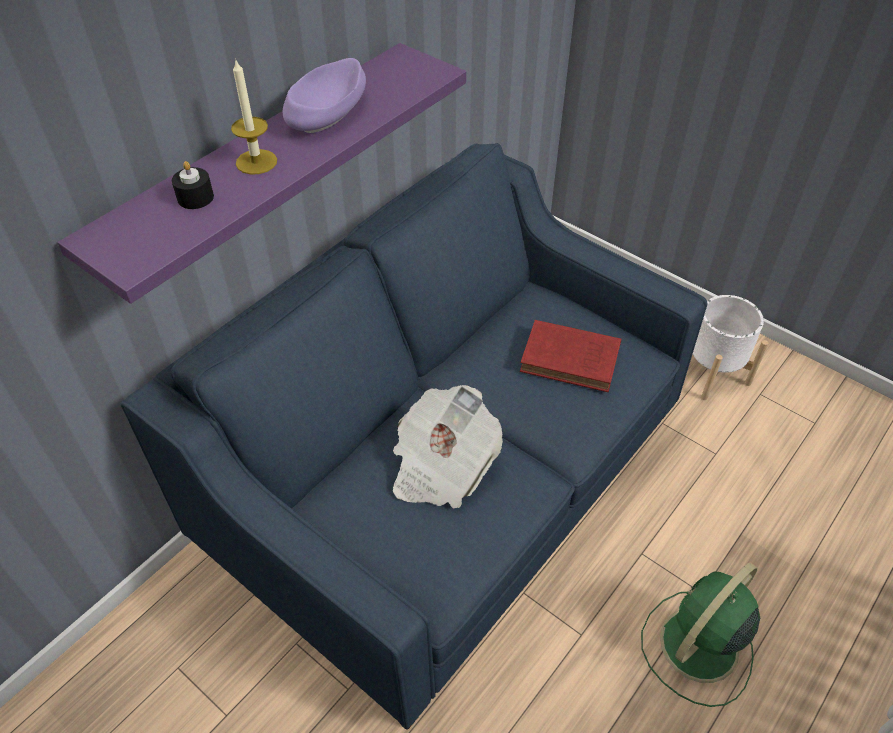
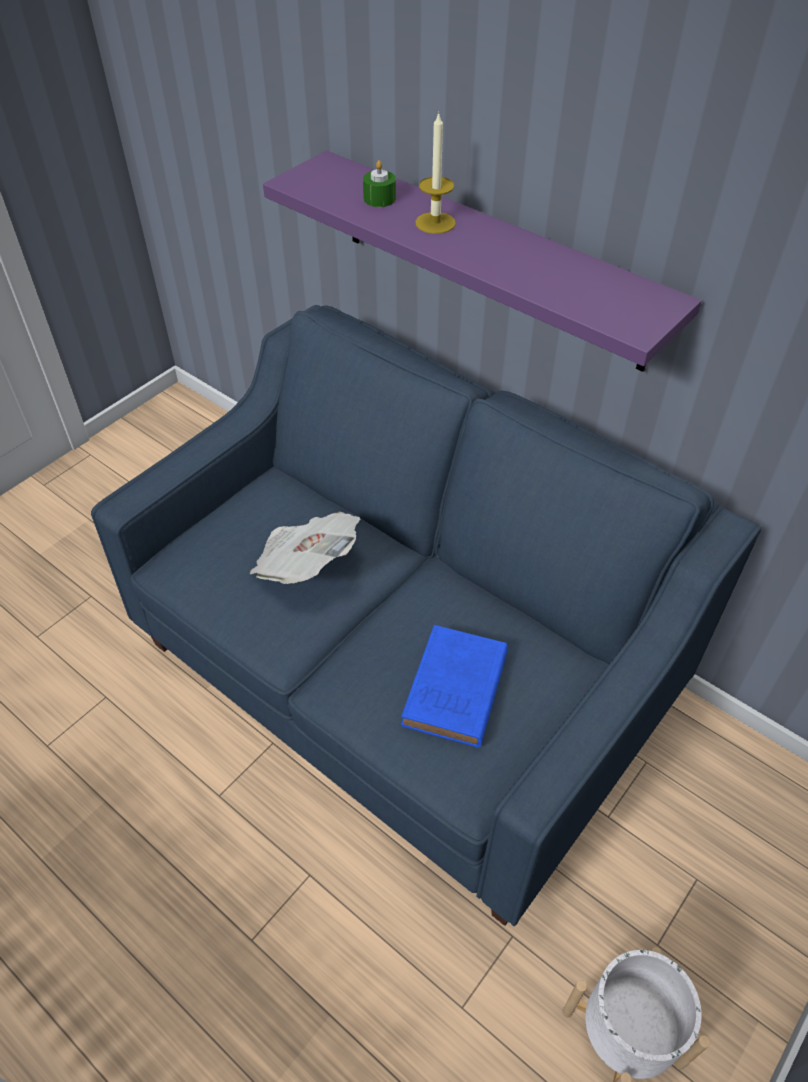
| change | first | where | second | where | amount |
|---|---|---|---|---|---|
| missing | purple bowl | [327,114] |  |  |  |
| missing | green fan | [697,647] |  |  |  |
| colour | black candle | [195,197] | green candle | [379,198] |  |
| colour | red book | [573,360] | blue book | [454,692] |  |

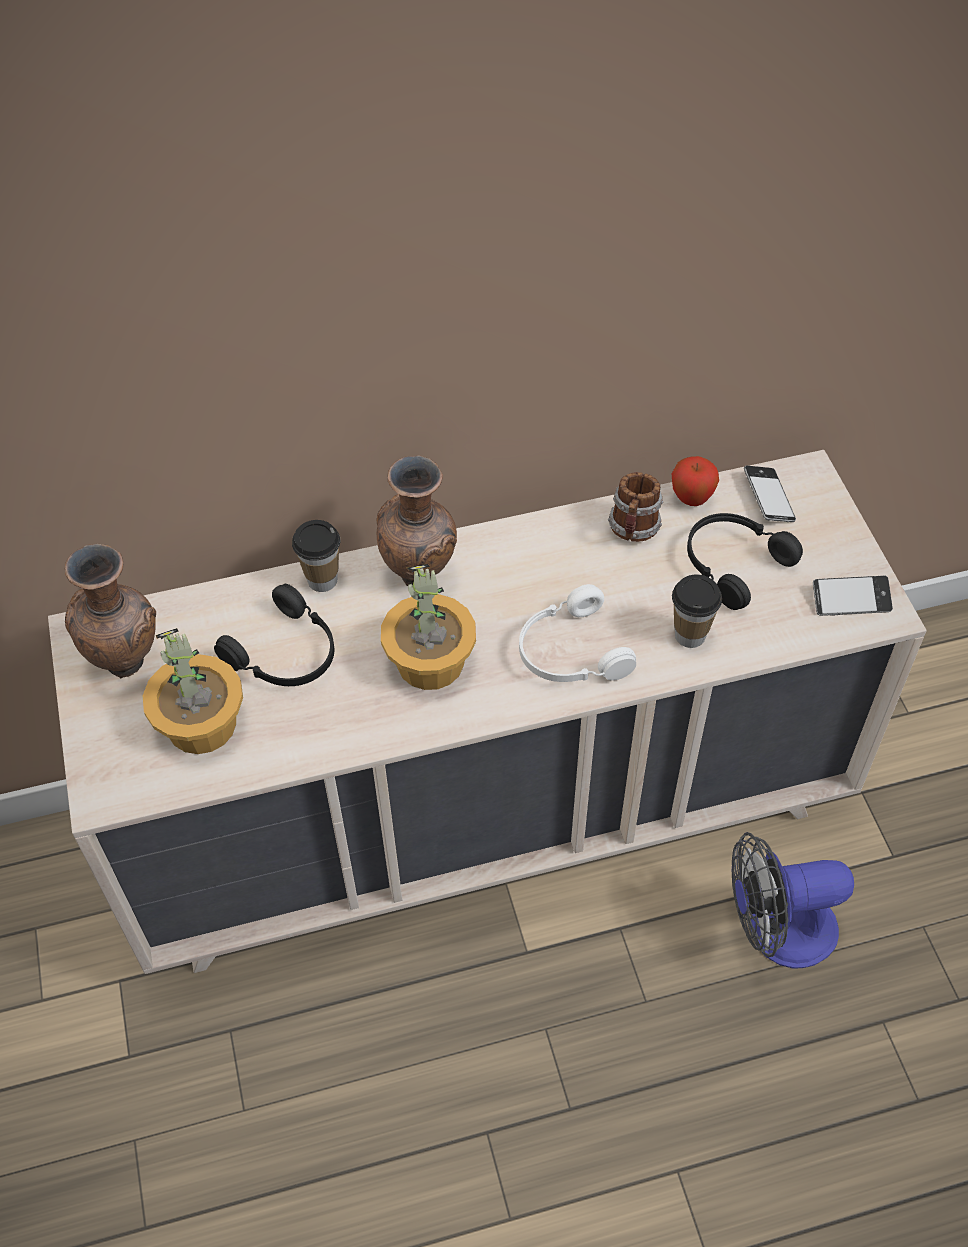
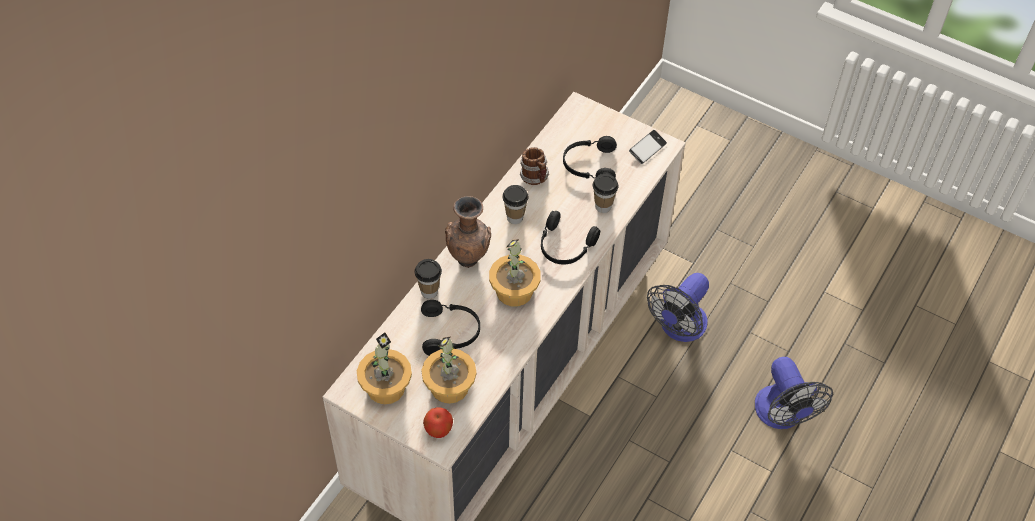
| change | first | where | second | where | amount |
|---|---|---|---|---|---|
| missing | phone | [768,498] |  |  |  |
| appeared |  |  | cup | [515,217] |  |
| appeared |  |  | fan | [782,415] |  |
| relocated | apple | [691,499] |  | [438,431] |  |
| exchanged | brown vase | [128,661] | potted plant | [385,387] |  |
| colour | white headphones | [570,652] | black headphones | [565,247] |  |

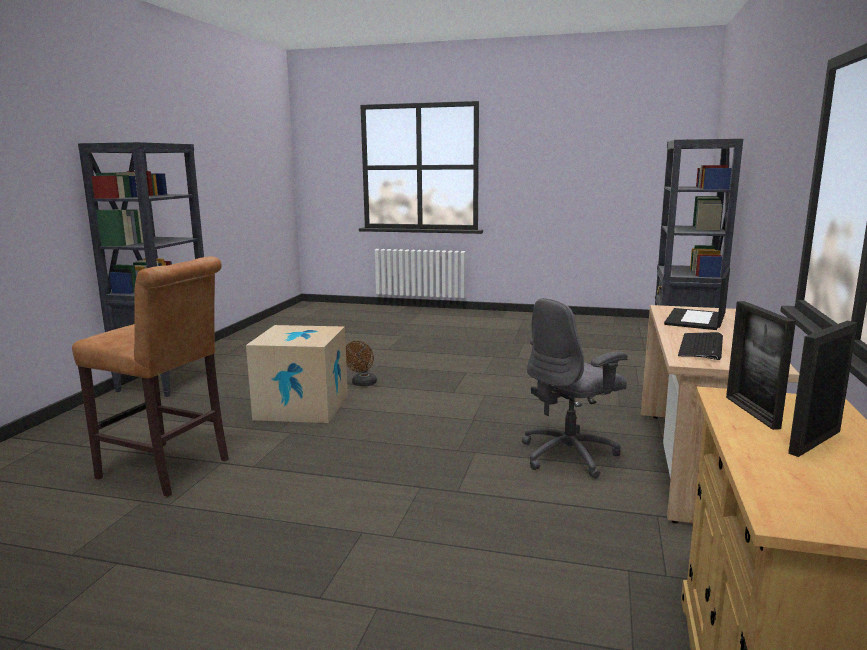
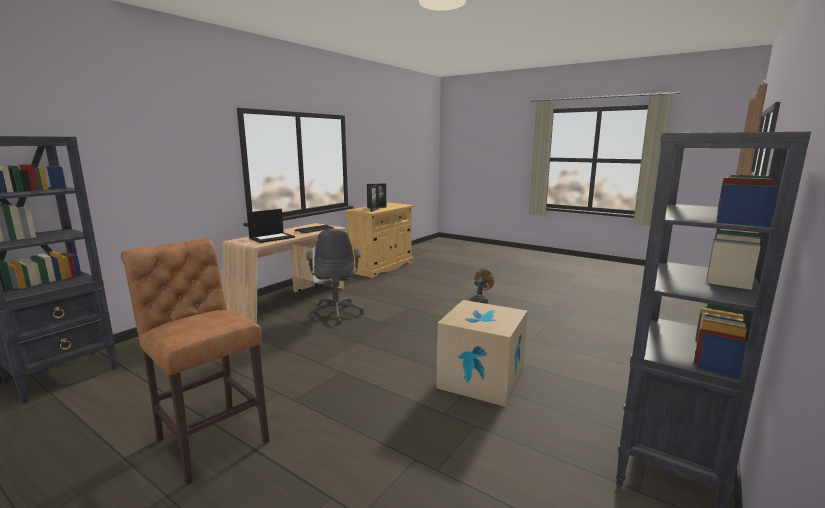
| change | first | where | second | where | amount |
|---|---|---|---|---|---|
| relocated | brown stool | [169,470] |  | [210,438] |  |
| relocated | brown fan | [362,384] |  | [480,301] |  |
| spun | grey office chair | [570,455] |  | [336,313] | 90 degrees clockwise |

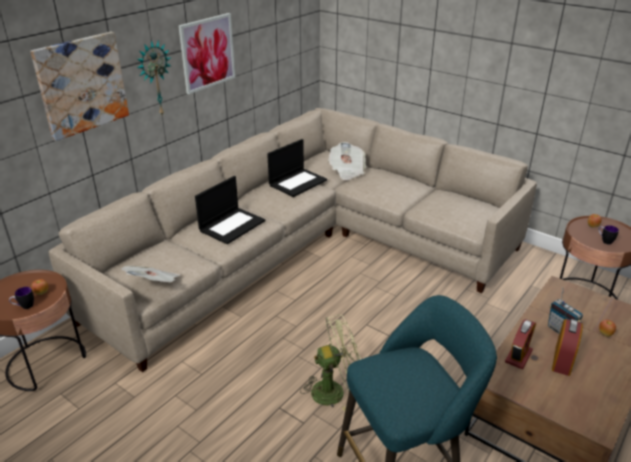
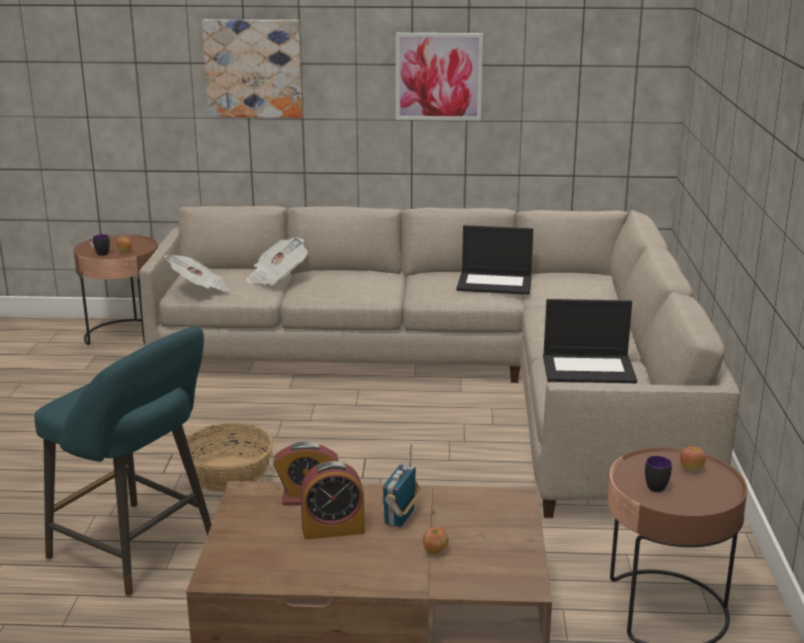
| change | first | where | second | where | amount |
|---|---|---|---|---|---|
| missing | wall clock | [154,79] |  |  |  |
| relocated | laptop | [232,225] |  | [589,368] |  |
| relocated | newspaper | [347,171] |  | [277,277] |  |
| exchanged | green fan | [334,390] | basket | [228,474] |  |

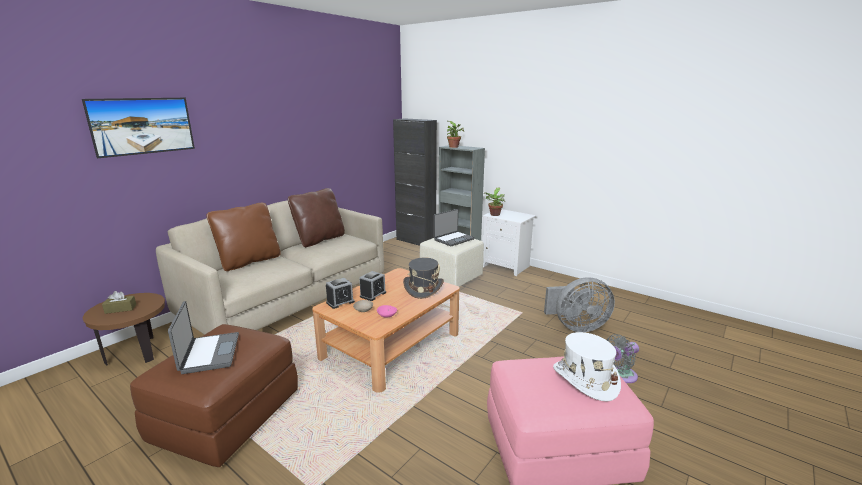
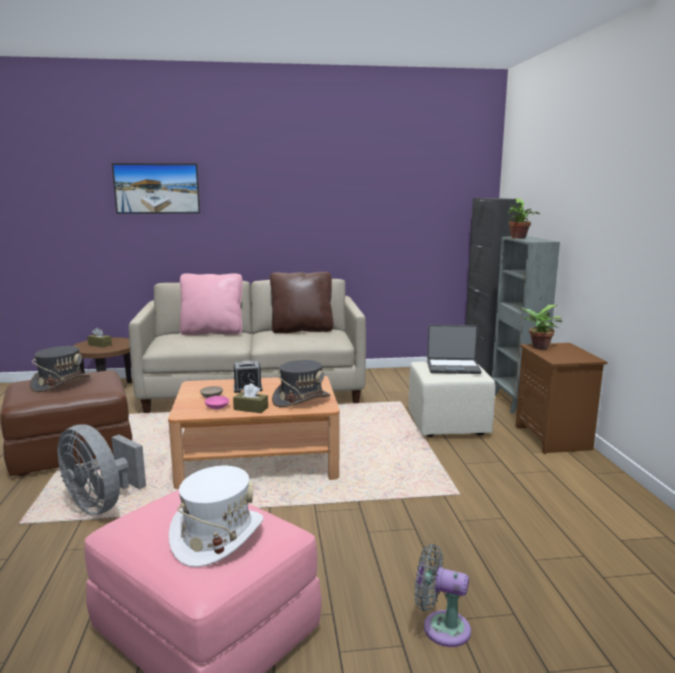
| change | first | where | second | where | amount |
|---|---|---|---|---|---|
| missing | alarm clock | [340,302] |  |  |  |
| appeared |  |  | brown tissue box | [251,408] |  |
| relocated | grey fan | [576,326] |  | [102,504] |  |
| exchanged | laptop | [209,353] | grey hat | [61,383] |  |
| colour | brown pillow | [249,261] | pink pillow | [212,332] |  |
| colour | white nightstand | [507,266] | brown nightstand | [554,439] |  |

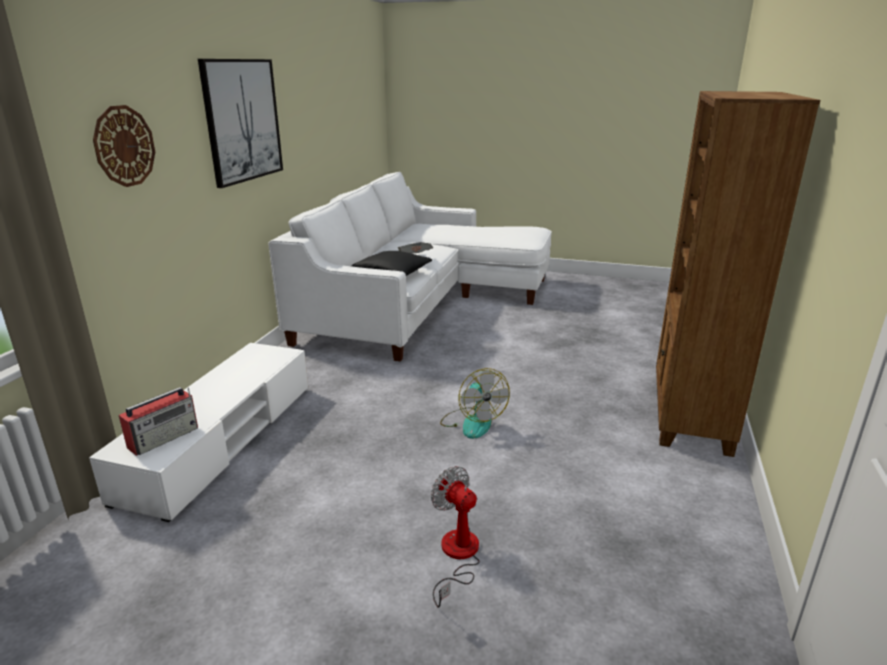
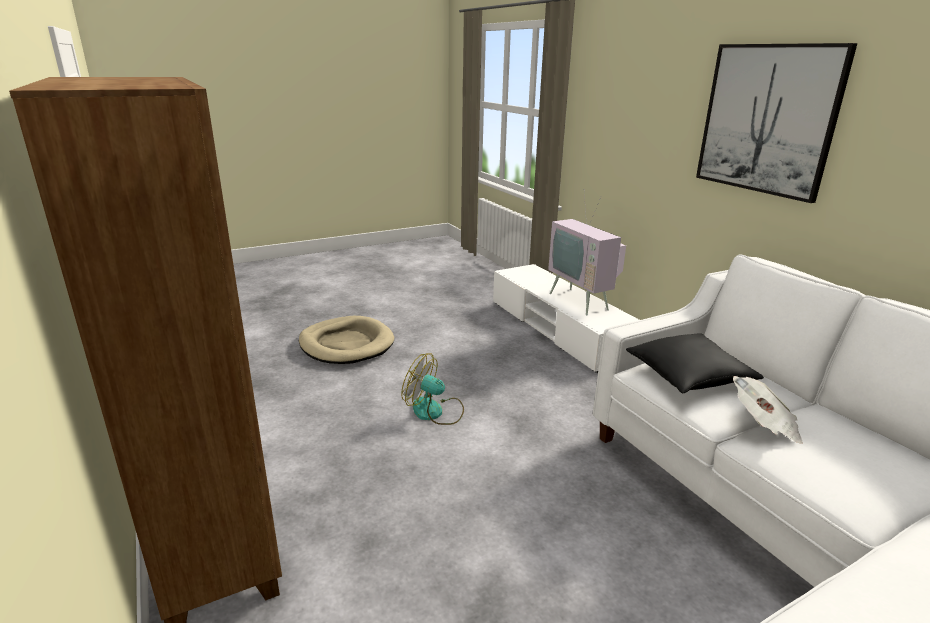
| change | first | where | second | where | amount |
|---|---|---|---|---|---|
| missing | wall clock | [124,146] |  |  |  |
| missing | radio | [164,437] |  |  |  |
| appeared |  |  | television | [583,301] |  |
| exchanged | fan | [457,556] | beige dog bed | [346,344] |  |

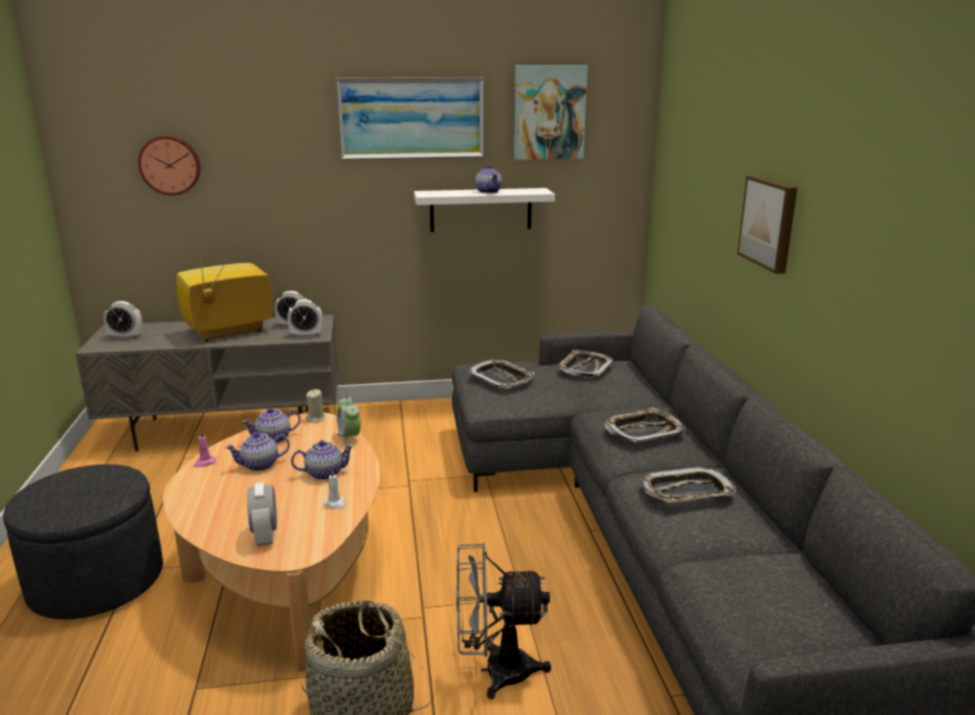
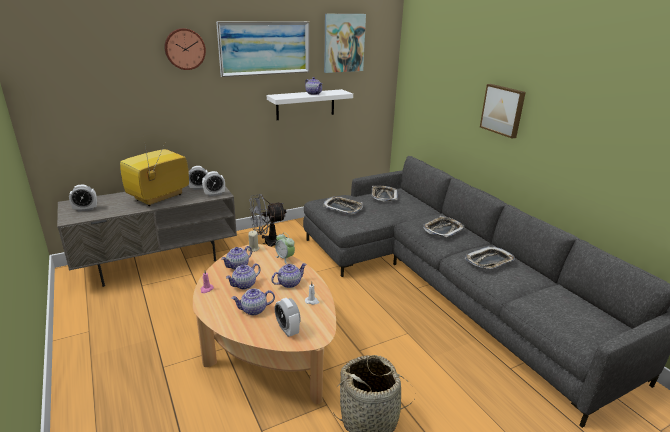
| change | first | where | second | where | amount |
|---|---|---|---|---|---|
| missing | grey ottoman | [96,581] |  |  |  |
| appeared |  |  | teapot | [254,310] |  |
| relocated | wall clock | [170,165] |  | [184,49] |  |
| relocated | grey fan | [495,671] |  | [267,243] |  |

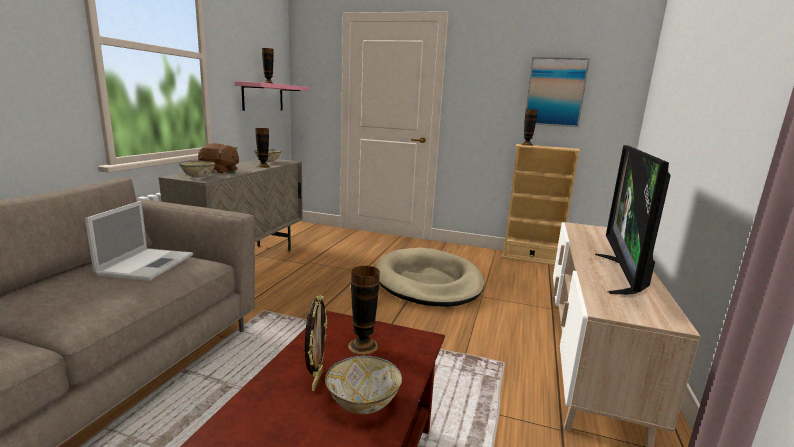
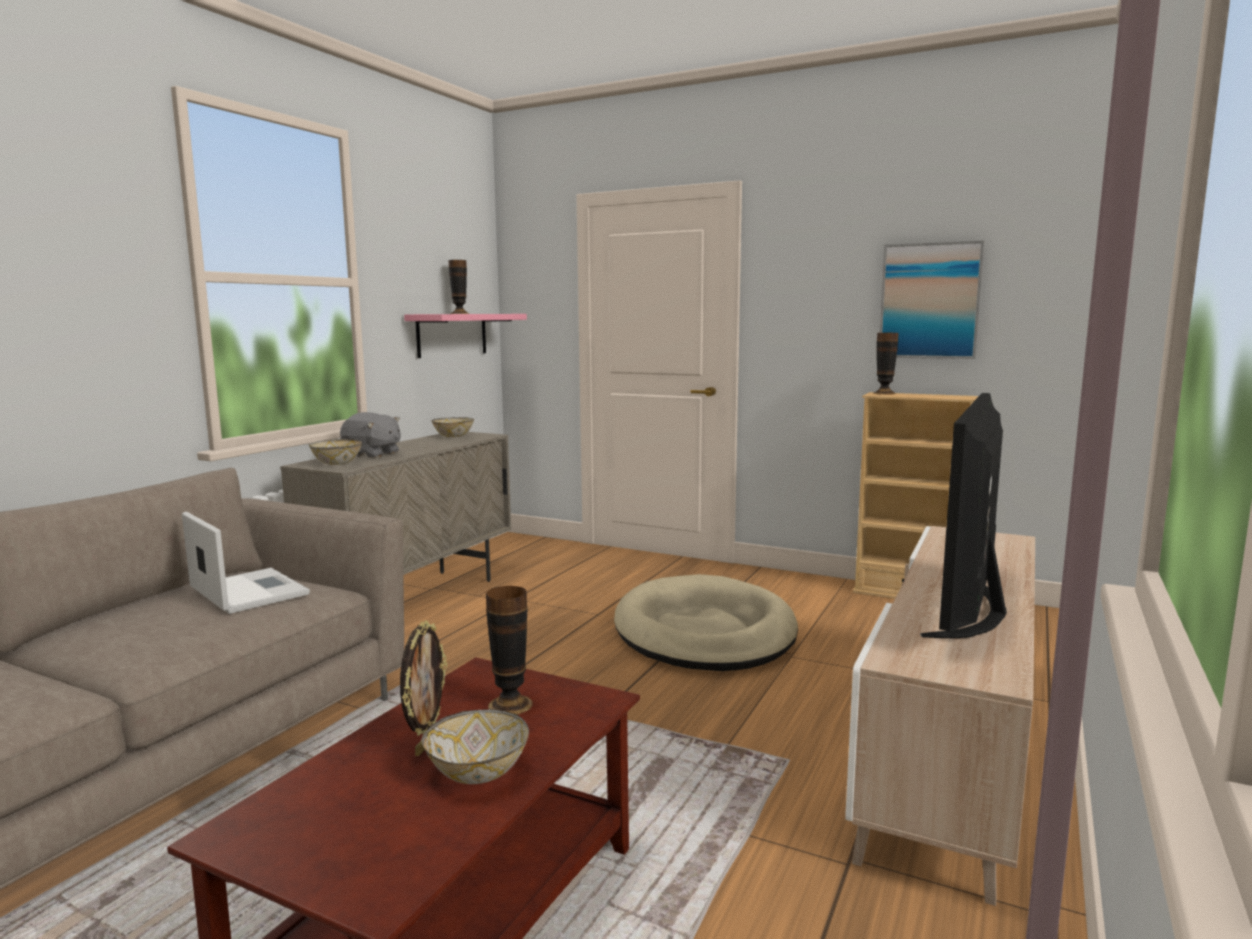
| change | first | where | second | where | amount |
|---|---|---|---|---|---|
| missing | vase | [263,166] |  |  |  |
| colour | brown plush toy | [220,171] | grey plush toy | [372,454] |  |
| spun | laptop | [147,264] |  | [247,591] | 60 degrees counterclockwise |

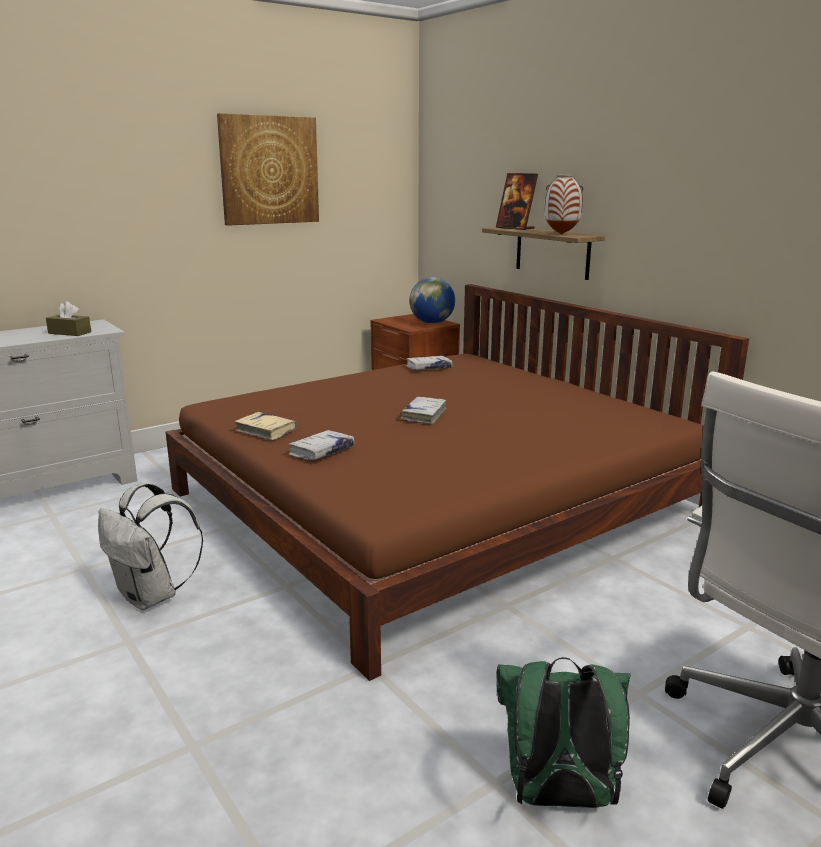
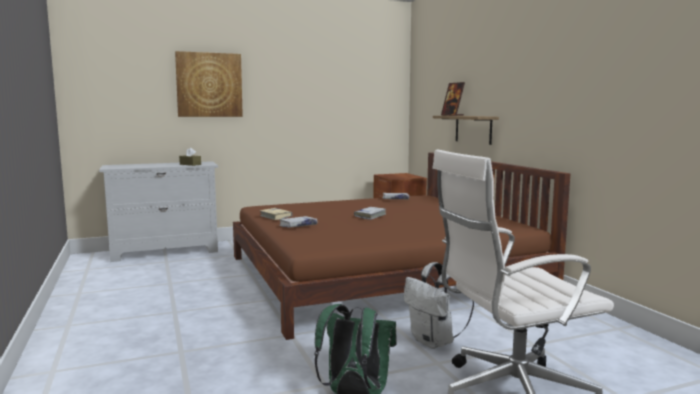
| change | first | where | second | where | amount |
|---|---|---|---|---|---|
| missing | globe | [432,323] |  |  |  |
| missing | vase | [562,234] |  |  |  |
| relocated | white backpack | [152,596] |  | [434,342] |  |
| relocated | picture | [269,170] |  | [209,85] |  |

